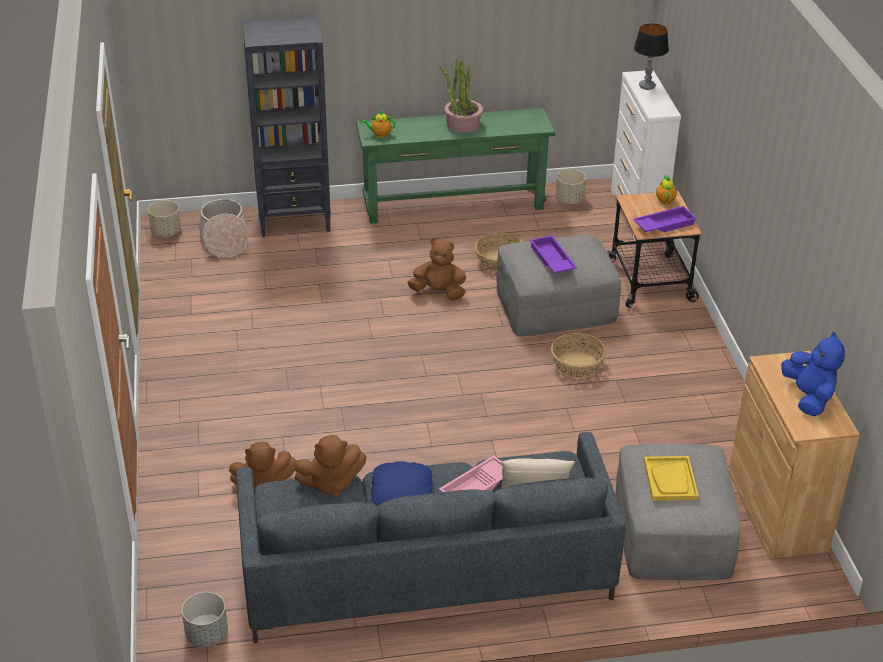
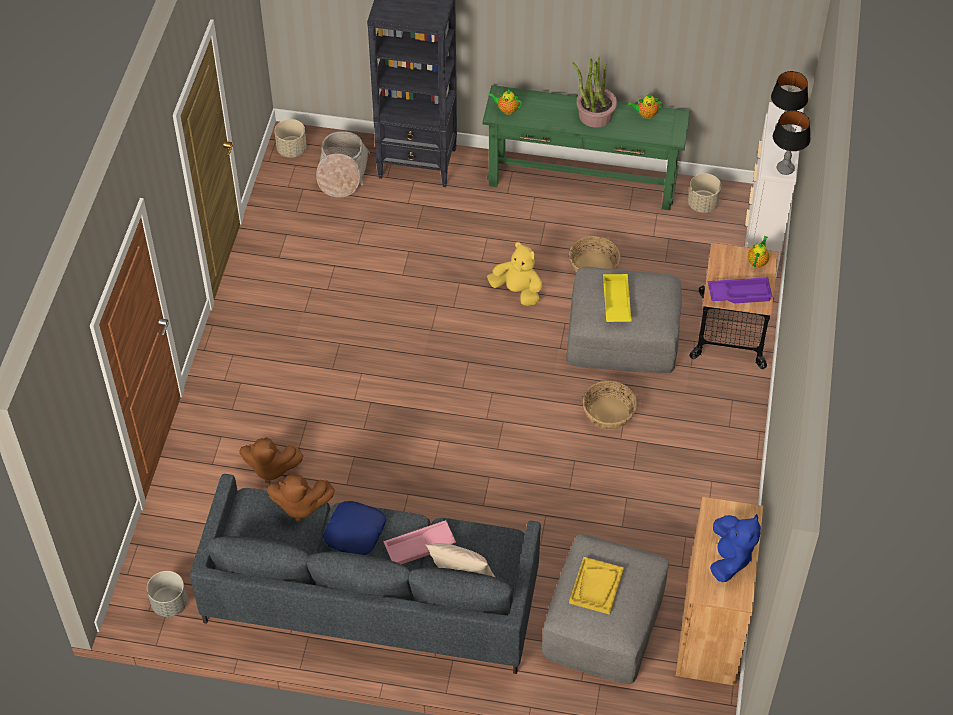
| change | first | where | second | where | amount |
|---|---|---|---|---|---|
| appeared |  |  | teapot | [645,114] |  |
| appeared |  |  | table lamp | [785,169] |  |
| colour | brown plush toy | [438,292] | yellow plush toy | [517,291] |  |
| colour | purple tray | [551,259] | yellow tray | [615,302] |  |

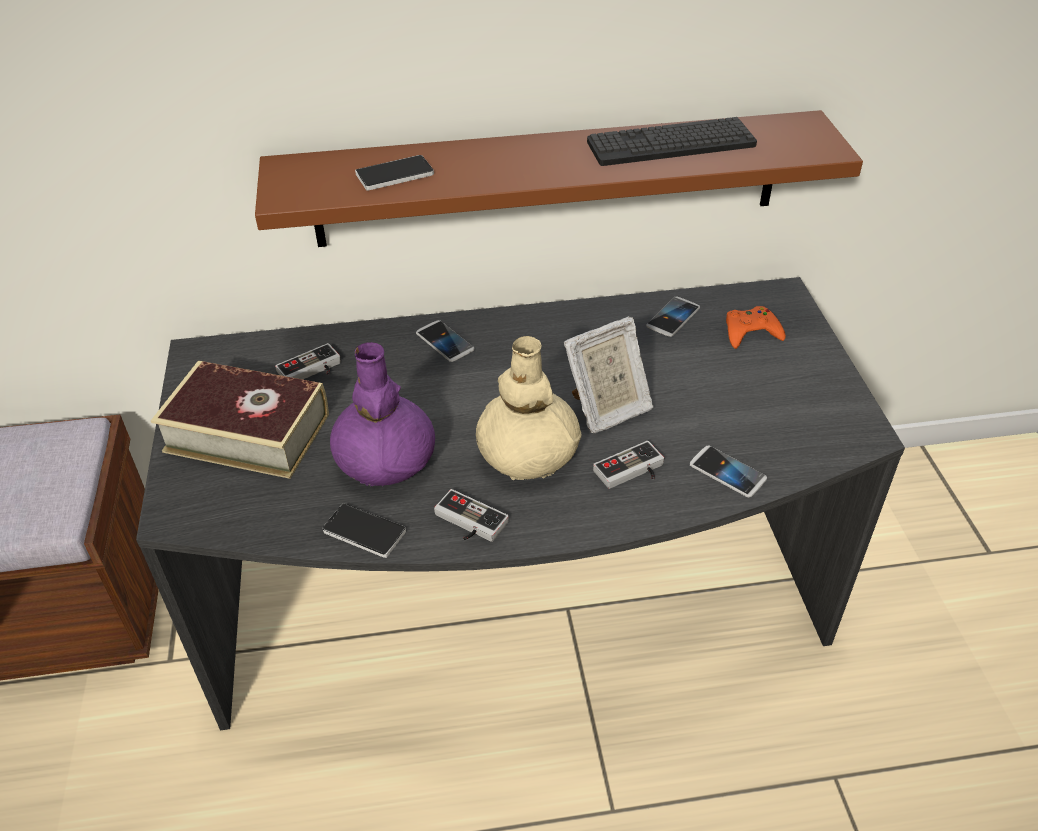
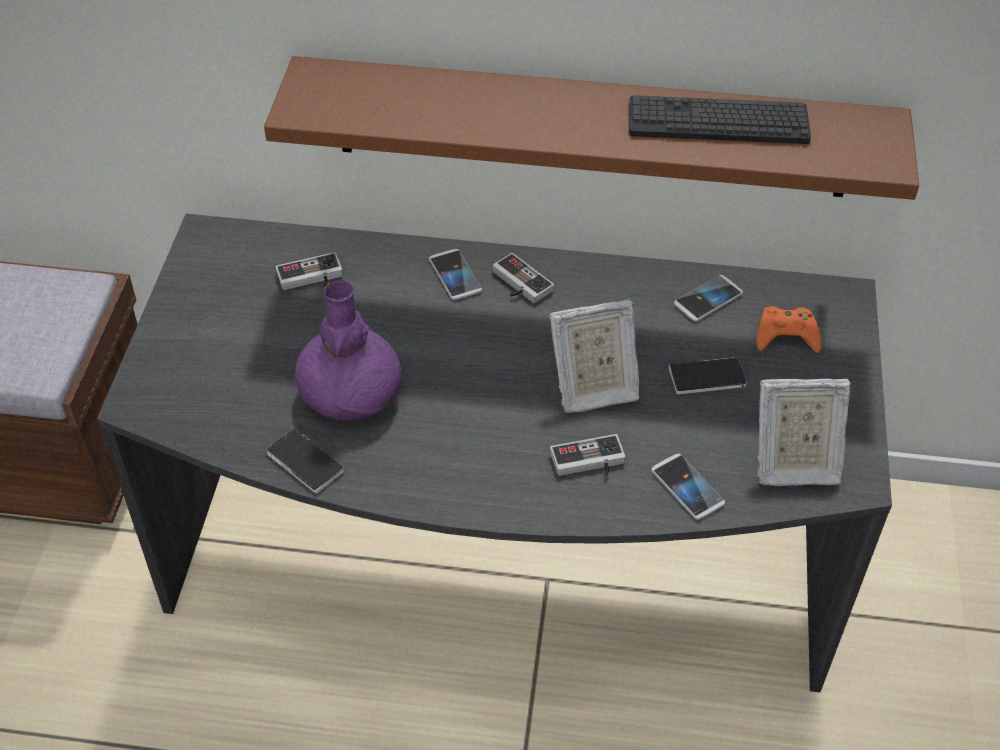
| change | first | where | second | where | amount |
|---|---|---|---|---|---|
| missing | book | [247,432] |  |  |  |
| missing | beige vase | [527,454] |  |  |  |
| appeared |  |  | picture frame | [792,464] |  |
| relocated | phone | [394,175] |  | [707,377] |  |
| relocated | game controller | [467,523] |  | [518,284] |  |

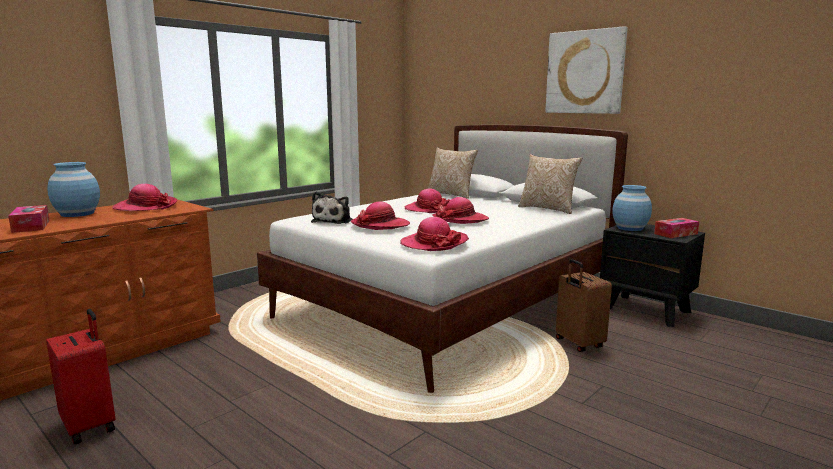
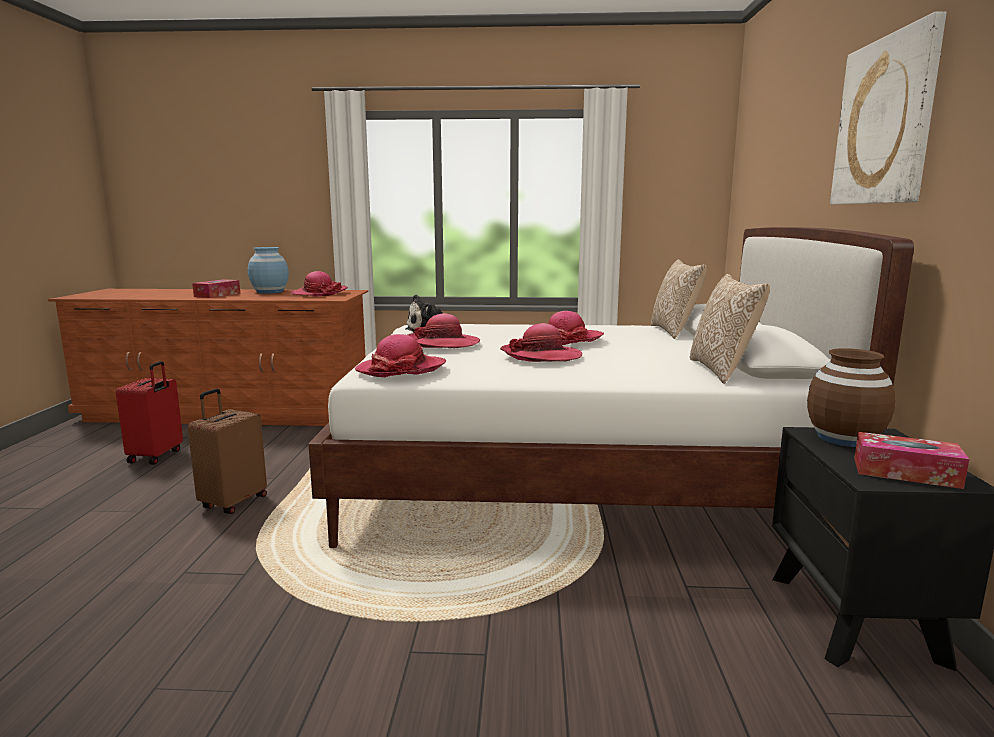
| change | first | where | second | where | amount |
|---|---|---|---|---|---|
| relocated | brown suitcase | [578,344] |  | [233,502] |  |
| colour | blue vase | [630,228] | brown vase | [845,438] |  |

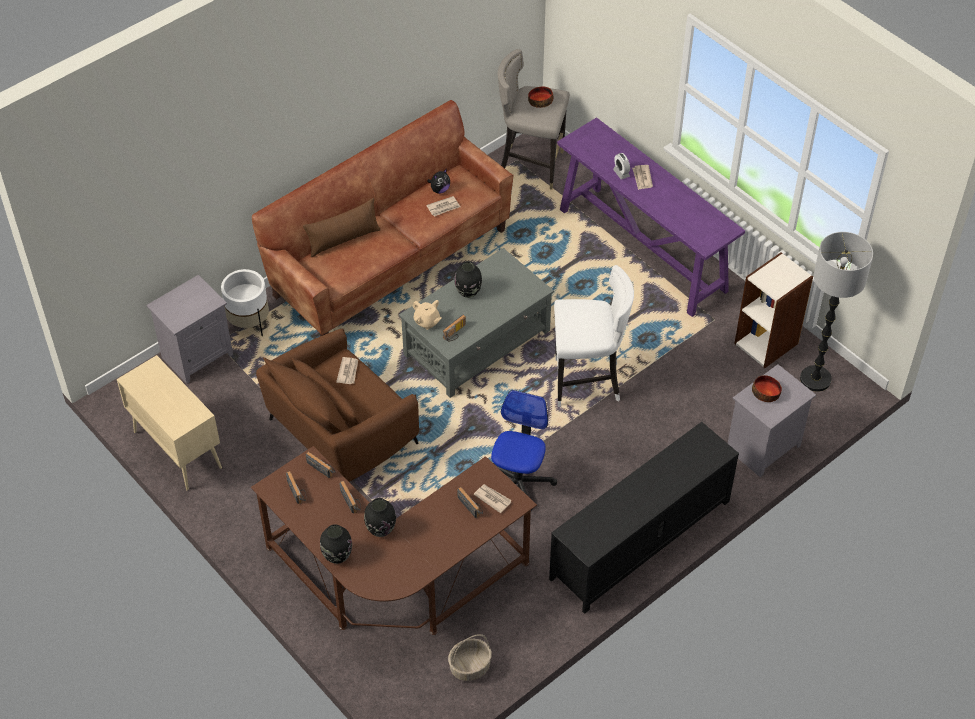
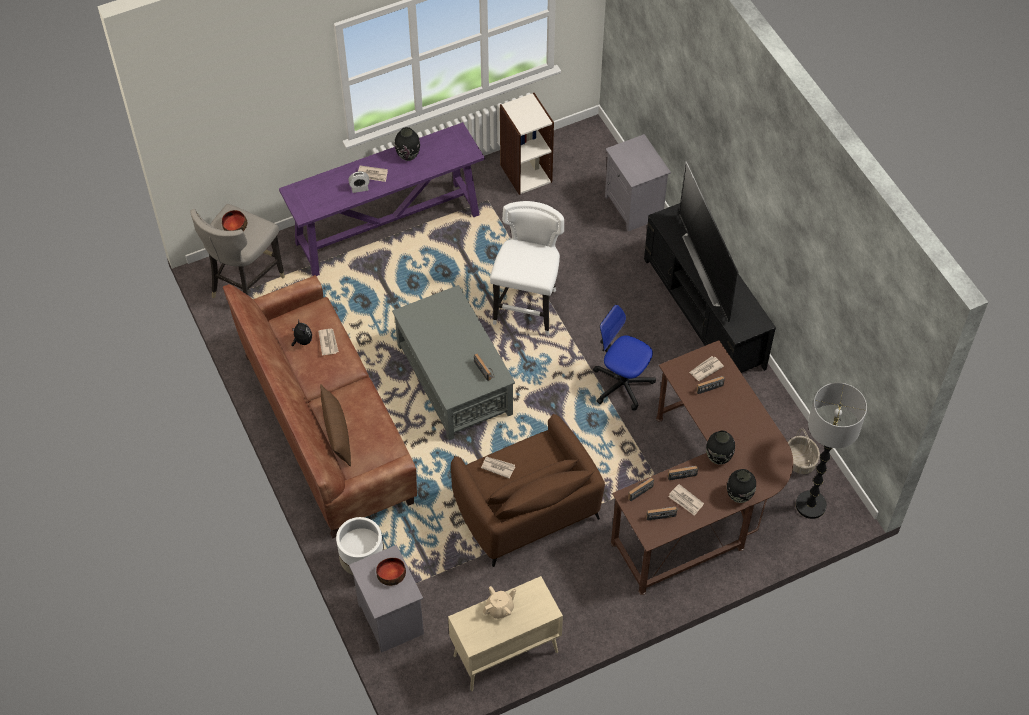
| change | first | where | second | where | amount |
|---|---|---|---|---|---|
| appeared |  |  | newspaper | [685,501] |  |
| appeared |  |  | television | [708,268] |  |
| relocated | beige teapot | [427,322] |  | [500,608] |  |
| relocated | black vase | [468,292] |  | [408,155] |  |
| relocated | bowl | [766,393] |  | [391,574] |  |
| relocated | floor lamp | [815,379] |  | [811,505] |  |

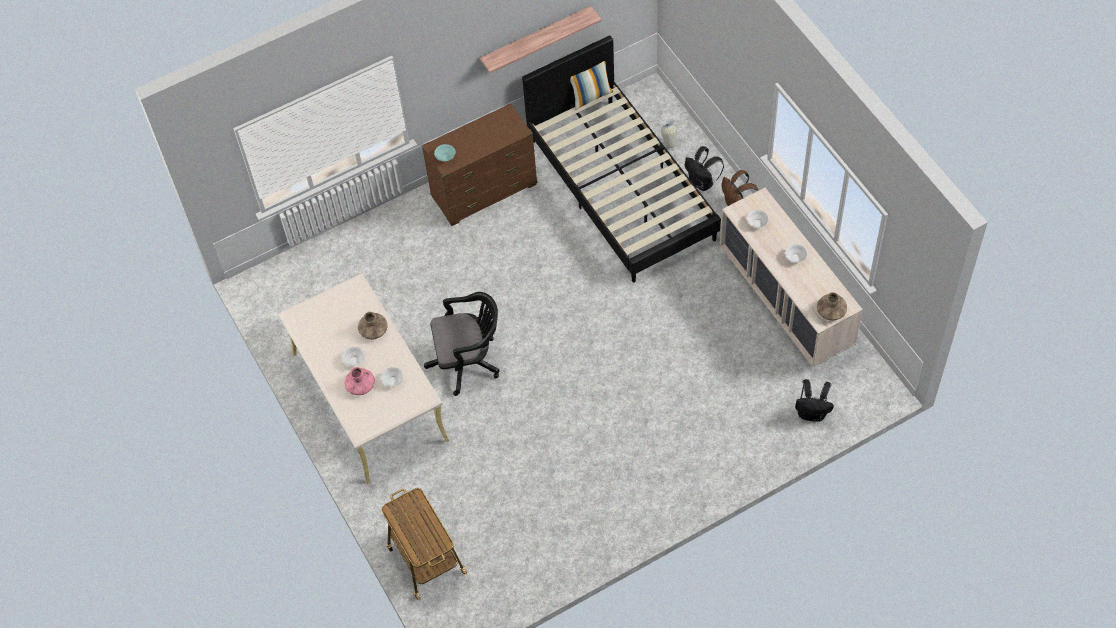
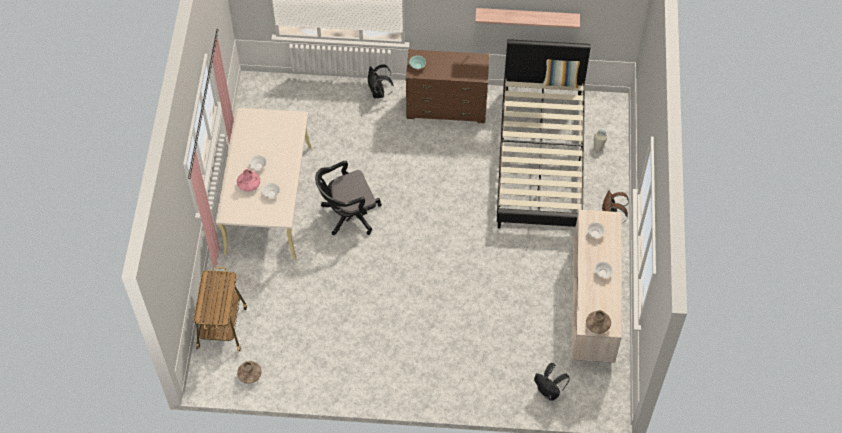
| change | first | where | second | where | amount |
|---|---|---|---|---|---|
| relocated | brown vase | [373,330] |  | [250,375] |  |
| relocated | black backpack | [702,183] |  | [379,92] |  |
| spun | black office chair | [468,361] |  | [348,214] | 135 degrees clockwise |

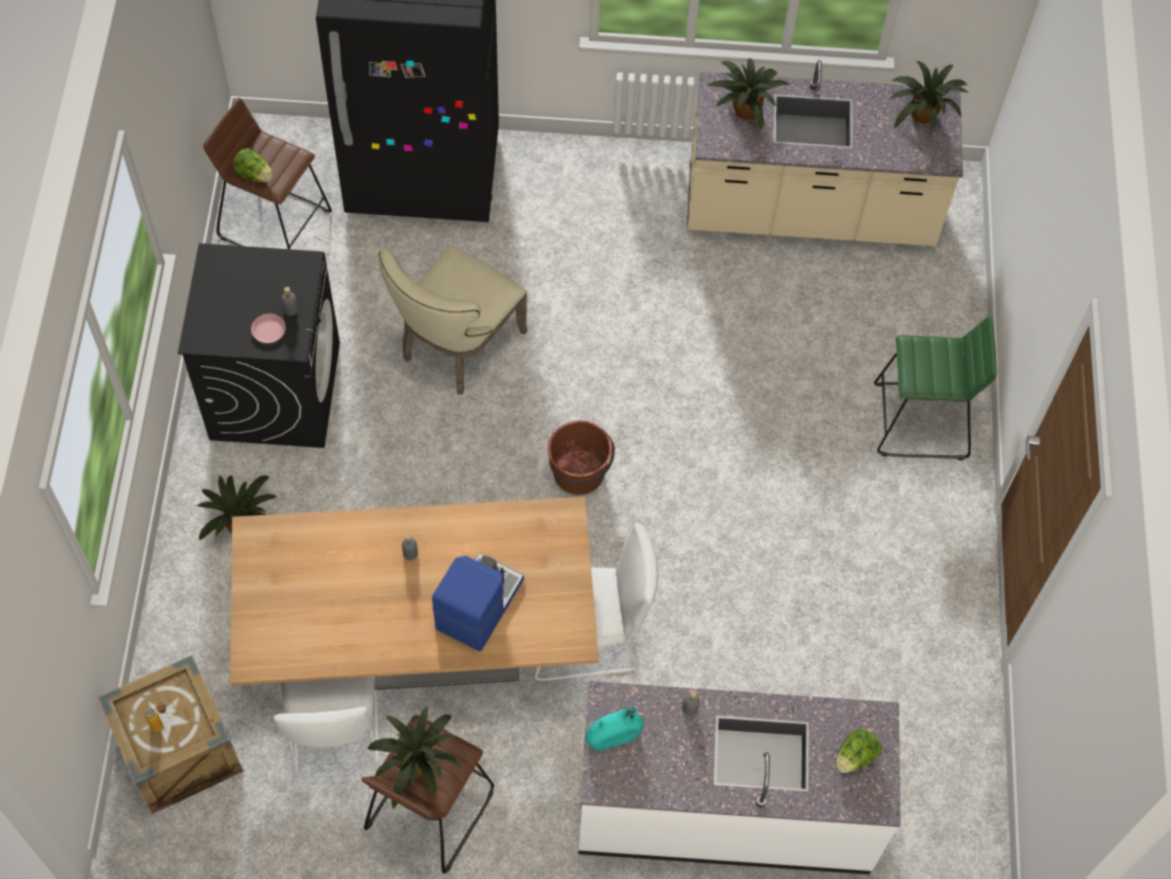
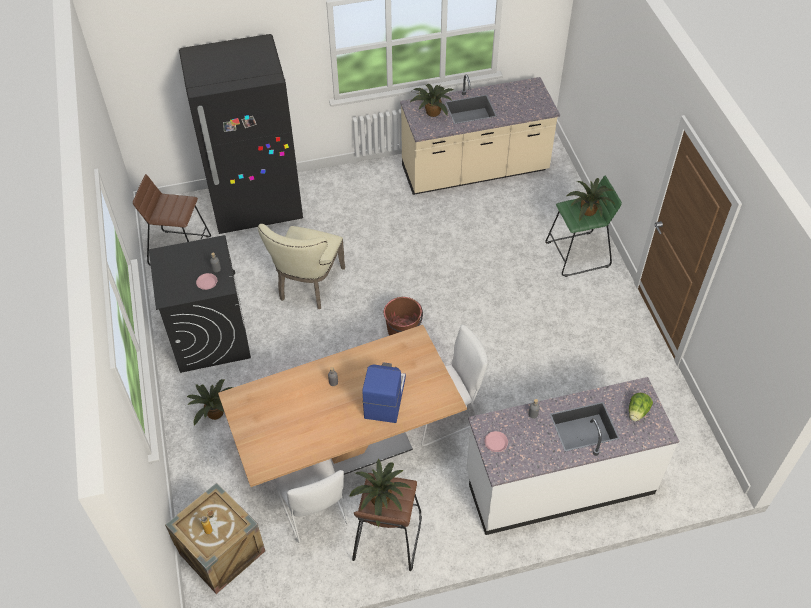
| change | first | where | second | where | amount |
|---|---|---|---|---|---|
| missing | lettuce | [255,175] |  |  |  |
| relocated | potted plant | [922,116] |  | [588,212] |  |
| exchanged | turquoise vase | [613,737] | pink plate | [496,443] |  |

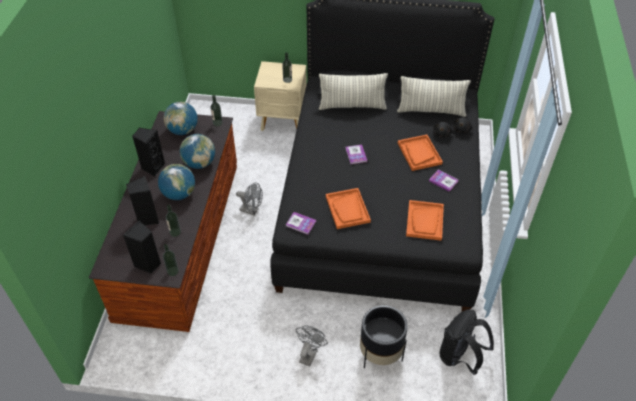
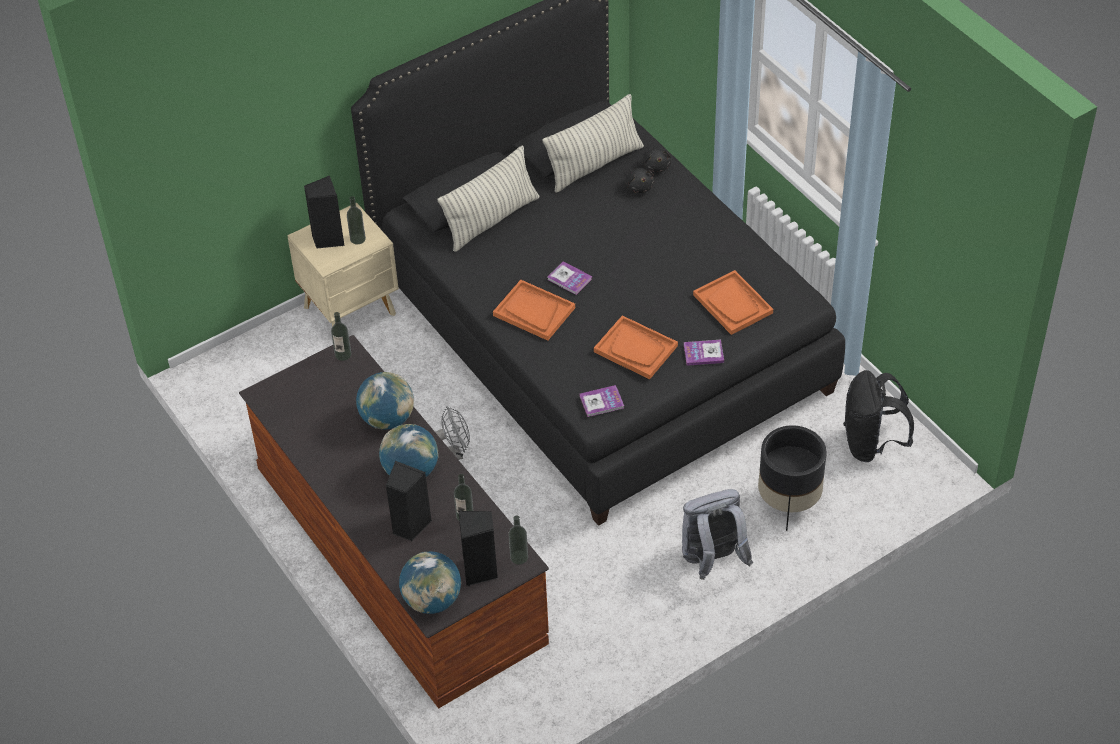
| change | first | where | second | where | amount |
|---|---|---|---|---|---|
| relocated | black speaker | [153,167] |  | [328,238] |  |
| relocated | globe | [183,130] |  | [432,600] |  |
| relocated | orange tray | [419,153] |  | [533,312] |  |
| relocated | book | [443,181] |  | [703,353] |  |
| exchanged | grey fan | [309,353] | grey backpack | [712,560] |  |

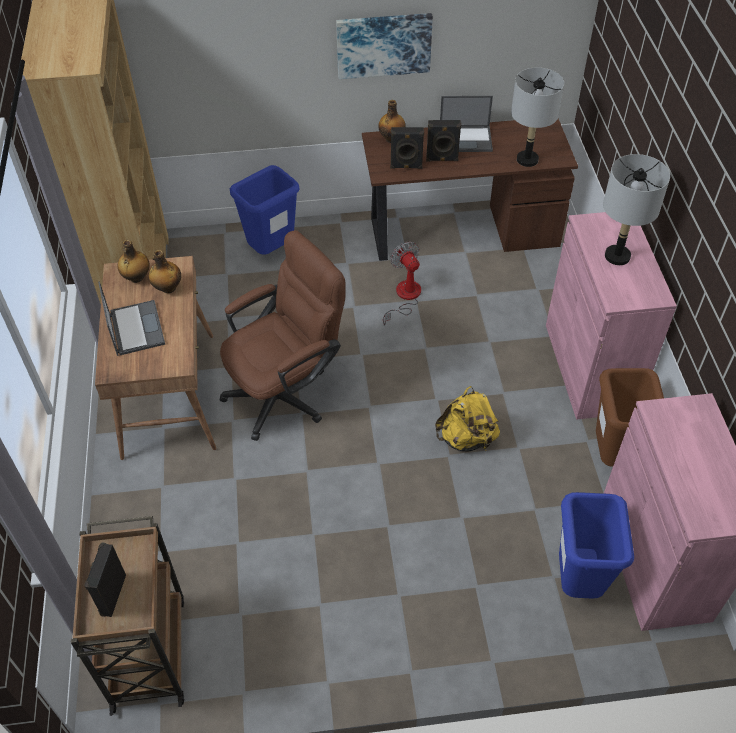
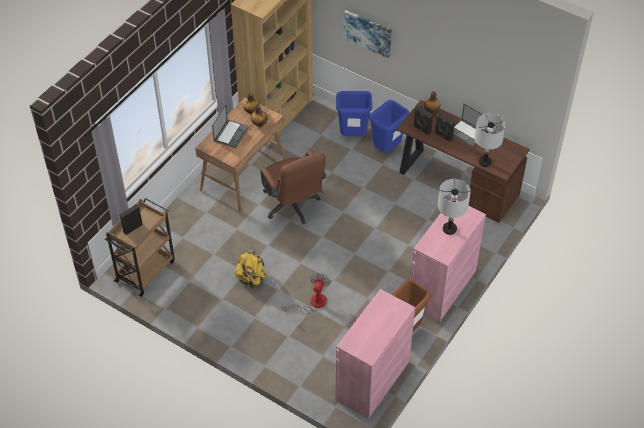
| change | first | where | second | where | amount |
|---|---|---|---|---|---|
| relocated | picture | [383,44] |  | [368,33] |  |
| relocated | fan | [404,297] |  | [312,303] |  |
| relocated | yellow backpack | [466,438] |  | [251,278] |  |
| relocated | blue trash can | [577,581] |  | [387,149] |  |
| spun | brown office chair | [286,392] |  | [293,207] | 60 degrees clockwise |

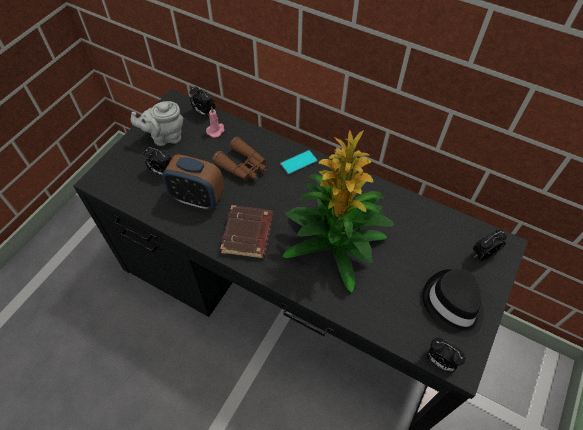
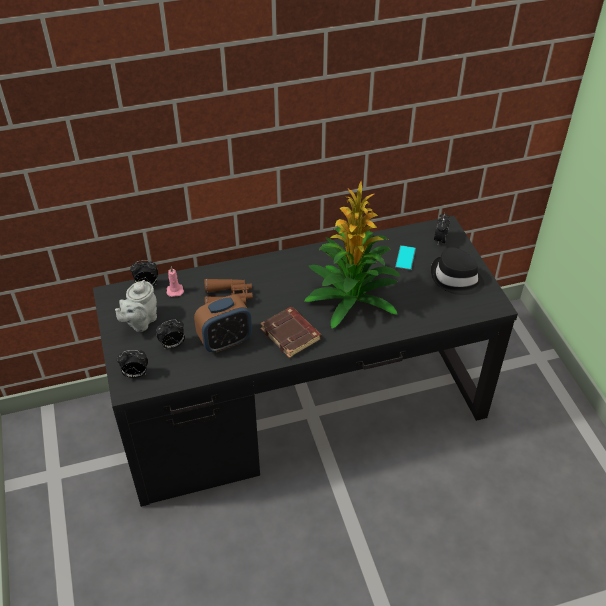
| change | first | where | second | where | amount |
|---|---|---|---|---|---|
| relocated | phone | [298,163] |  | [405,258] |  |
| relocated | alarm clock | [439,361] |  | [135,374] |  |

